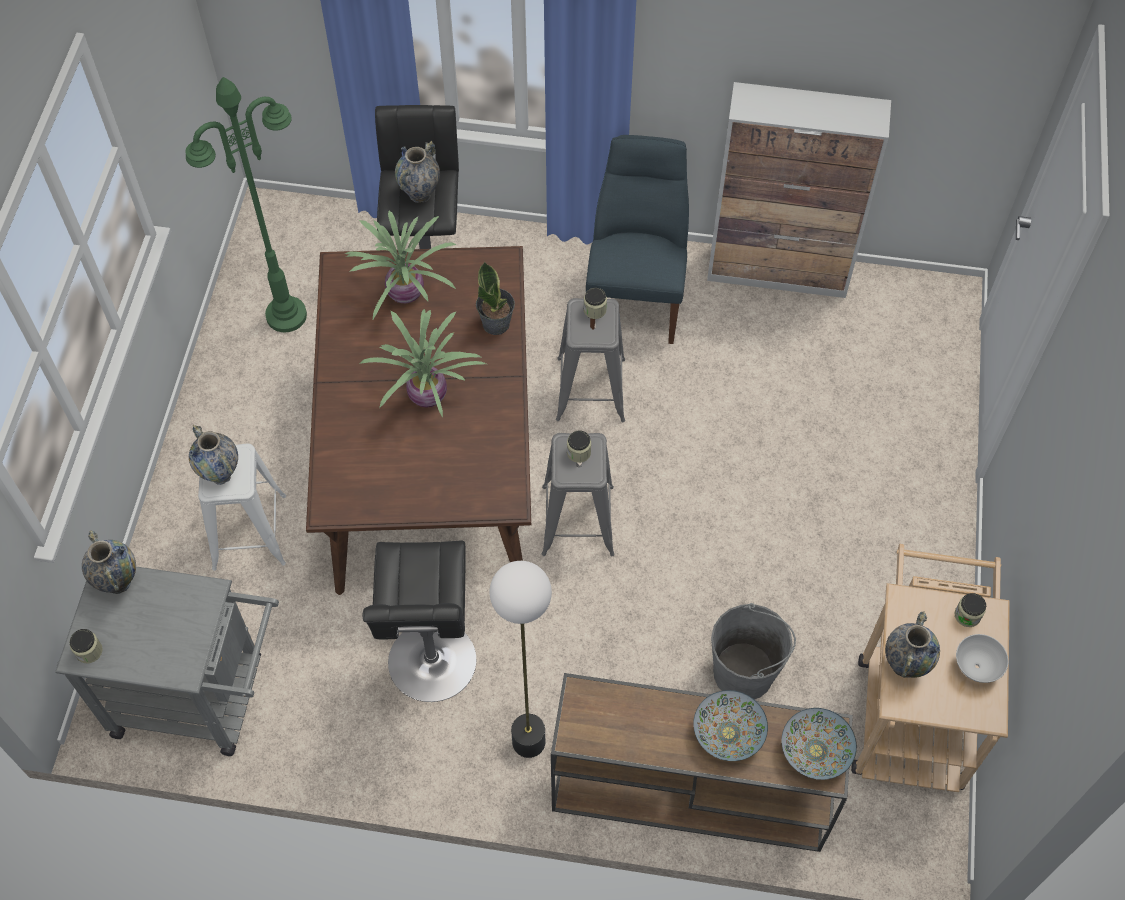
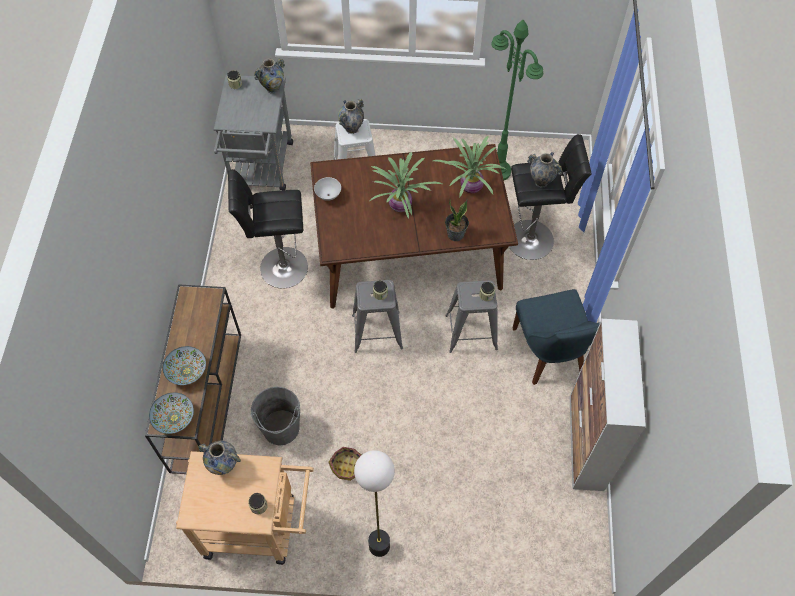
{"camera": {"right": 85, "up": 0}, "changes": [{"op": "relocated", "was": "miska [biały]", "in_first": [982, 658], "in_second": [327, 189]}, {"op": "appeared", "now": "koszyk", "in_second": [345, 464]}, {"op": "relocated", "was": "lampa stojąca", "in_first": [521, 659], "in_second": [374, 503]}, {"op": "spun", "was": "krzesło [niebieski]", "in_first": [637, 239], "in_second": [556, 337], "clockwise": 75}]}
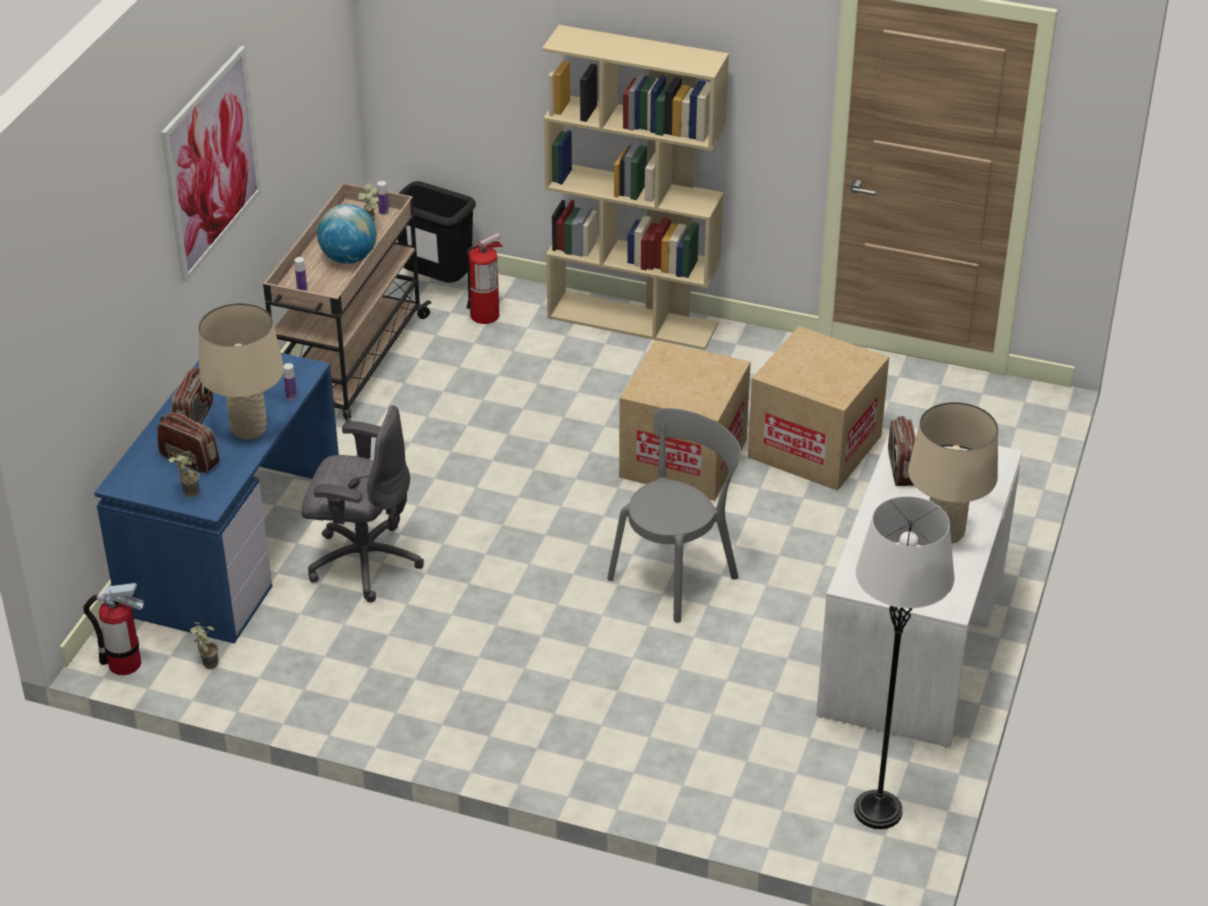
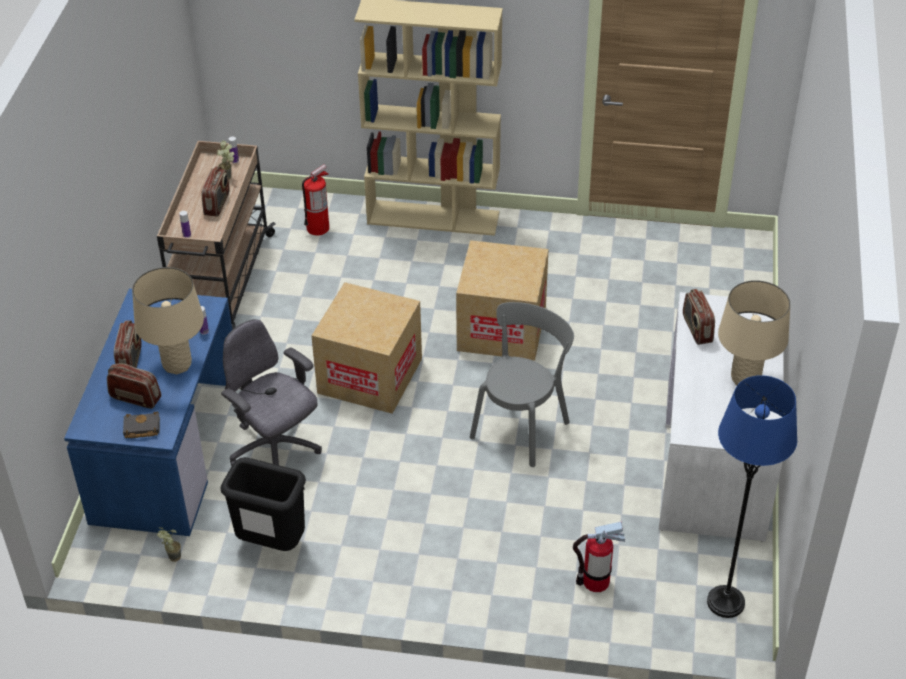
{"camera": {"right": -10, "up": 5}, "changes": [{"op": "exchanged", "was": "roślina doniczkowa", "now": "książka [czarny]", "in_first": [183, 474], "in_second": [141, 424]}, {"op": "exchanged", "was": "globus", "now": "radio", "in_first": [347, 234], "in_second": [216, 191]}, {"op": "relocated", "was": "kosz na śmieci [czarny]", "in_first": [437, 232], "in_second": [263, 504]}, {"op": "spun", "was": "krzesło biurowe [szary]", "in_first": [362, 503], "in_second": [271, 392], "clockwise": -135}, {"op": "relocated", "was": "karton", "in_first": [818, 408], "in_second": [366, 348]}, {"op": "relocated", "was": "gaśnica", "in_first": [113, 629], "in_second": [599, 557]}, {"op": "colour", "was": "lampa stojąca [biały]", "now": "lampa stojąca [niebieski]", "in_first": [904, 662], "in_second": [752, 496]}, {"op": "missing", "was": "obraz", "in_first": [211, 164]}]}
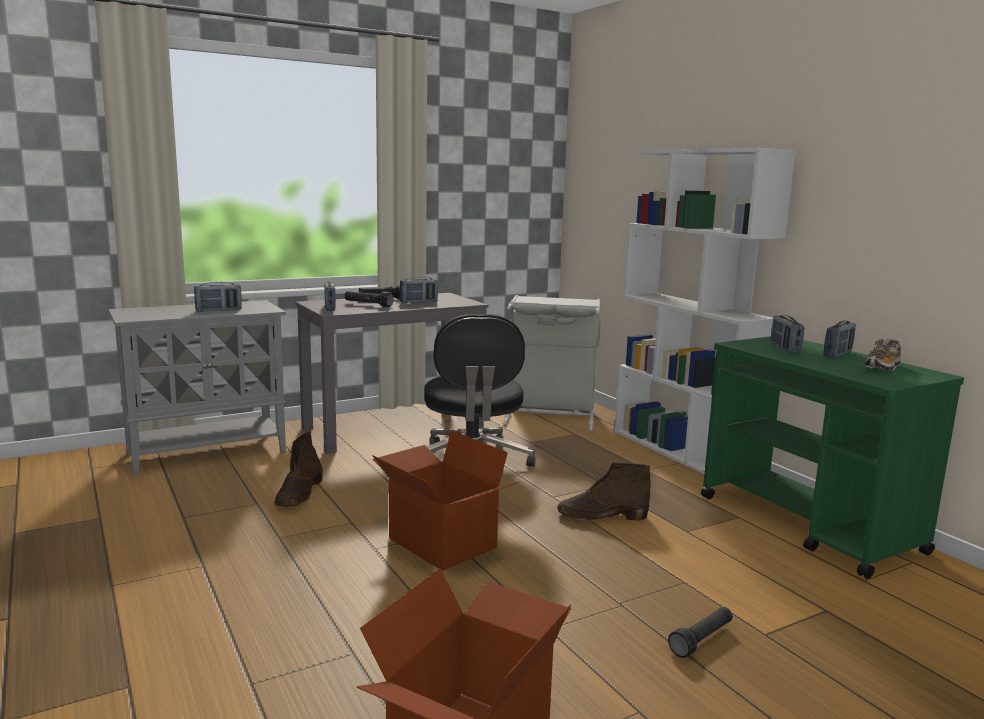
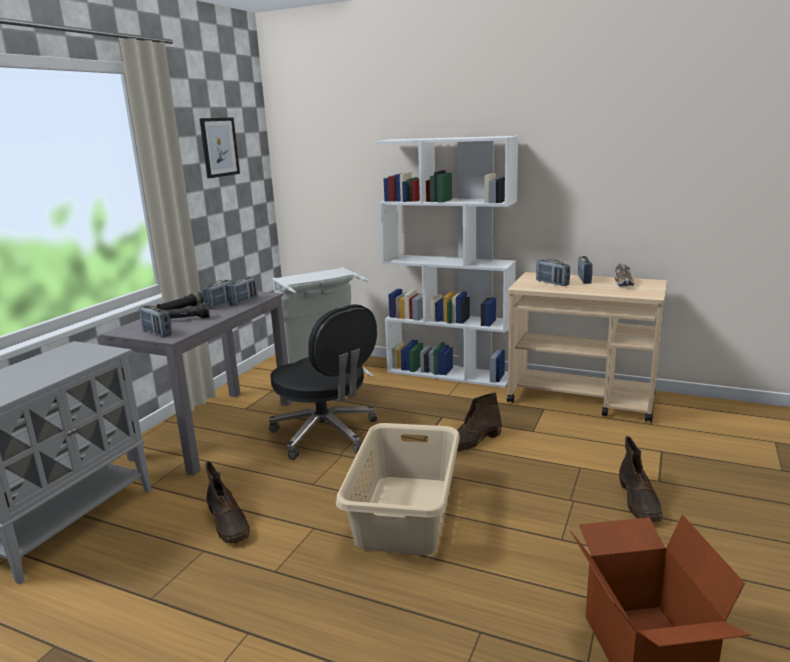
{"camera": {"right": -35, "up": 5}, "changes": [{"op": "appeared", "now": "obraz", "in_second": [219, 148]}, {"op": "relocated", "was": "radio", "in_first": [218, 297], "in_second": [242, 291]}, {"op": "exchanged", "was": "karton", "now": "kosz na pranie [beżowy]", "in_first": [445, 500], "in_second": [398, 489]}, {"op": "colour", "was": "wózek [zielony]", "now": "wózek [beżowy]", "in_first": [832, 457], "in_second": [587, 347]}, {"op": "exchanged", "was": "latarka [czarny]", "now": "but z cholewką [brązowy]", "in_first": [700, 632], "in_second": [641, 479]}]}
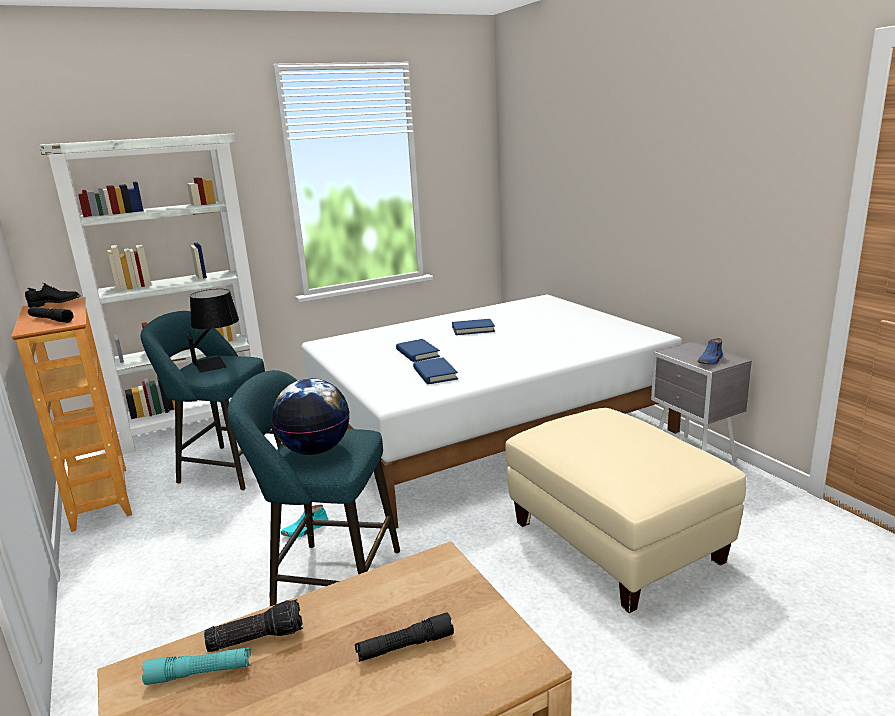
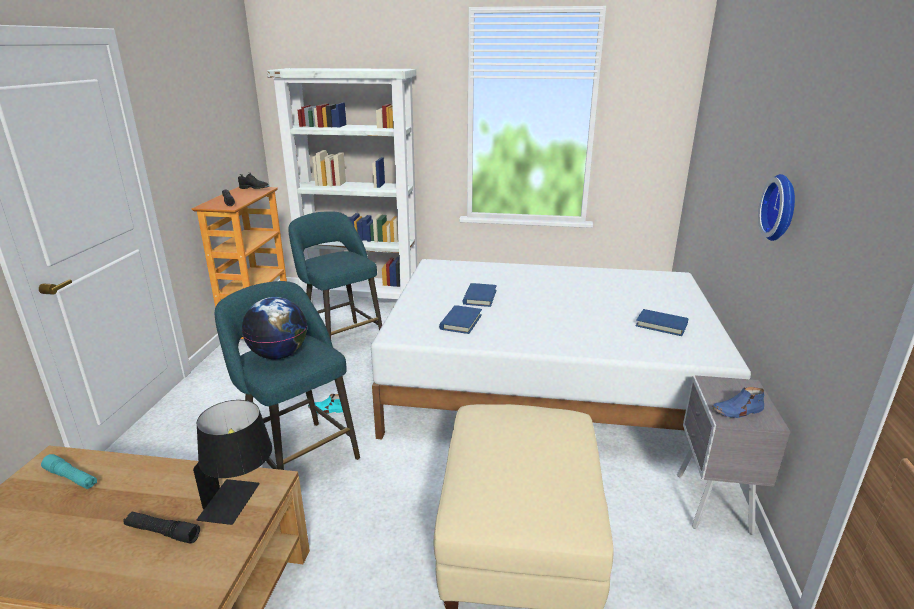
{"camera": {"right": 35, "up": 5}, "changes": [{"op": "relocated", "was": "lampa stołowa [czarny]", "in_first": [213, 331], "in_second": [232, 462]}, {"op": "relocated", "was": "książka [niebieski]", "in_first": [473, 327], "in_second": [662, 322]}, {"op": "appeared", "now": "zegar ścienny", "in_second": [776, 207]}, {"op": "missing", "was": "latarka", "in_first": [253, 625]}]}
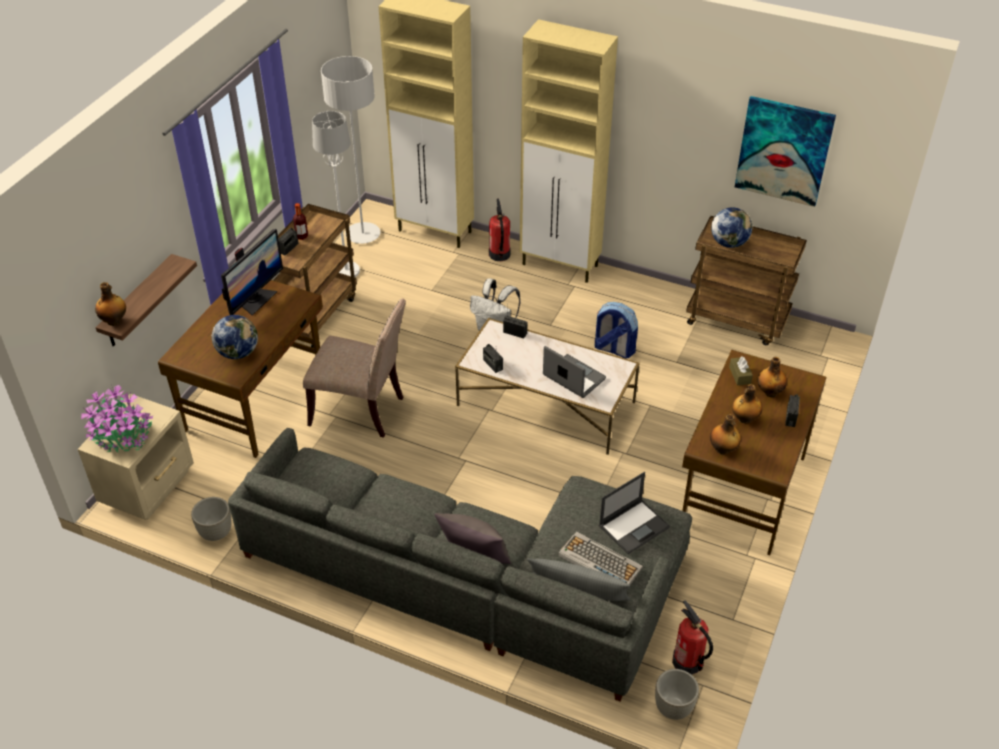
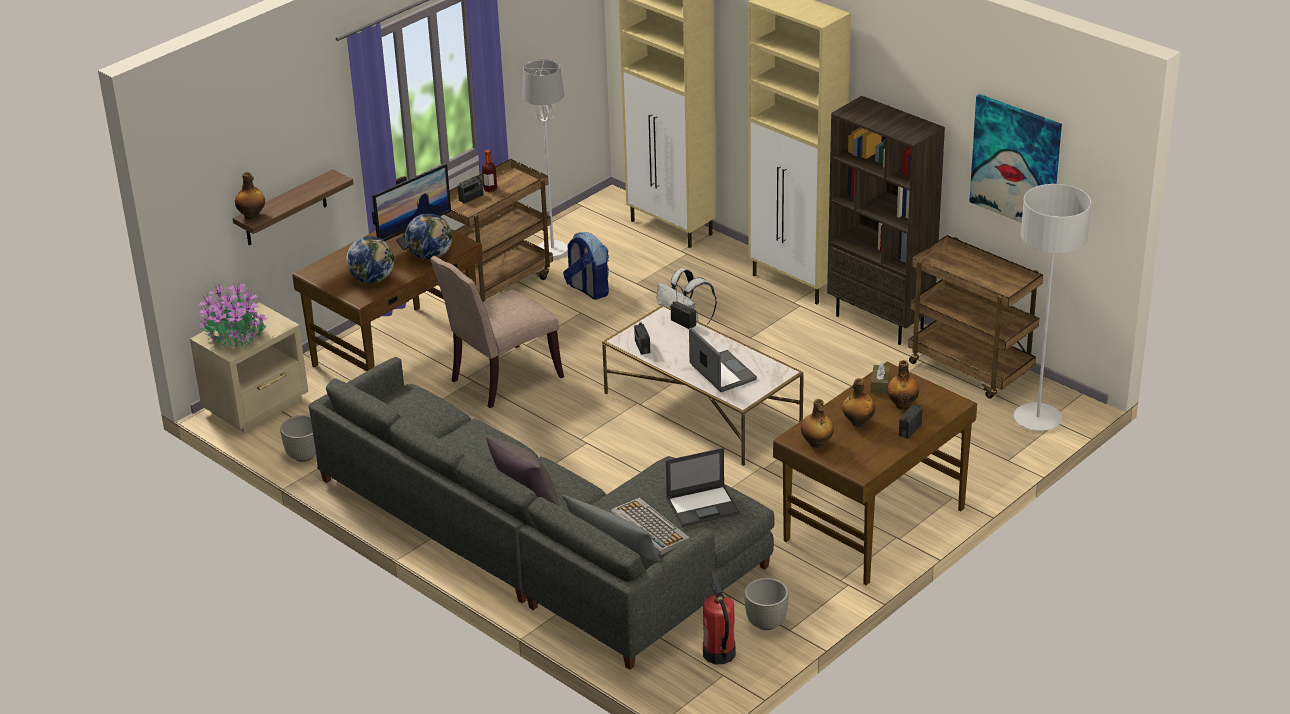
{"camera": {"right": 20, "up": -10}, "changes": [{"op": "relocated", "was": "globus", "in_first": [731, 227], "in_second": [428, 236]}, {"op": "spun", "was": "krzesło [beżowy]", "in_first": [354, 368], "in_second": [497, 332], "clockwise": 105}, {"op": "relocated", "was": "plecak", "in_first": [616, 330], "in_second": [586, 265]}, {"op": "relocated", "was": "donica [szary]", "in_first": [677, 694], "in_second": [766, 604]}, {"op": "appeared", "now": "regał [brązowy]", "in_second": [886, 220]}, {"op": "relocated", "was": "lampa stojąca [szary]", "in_first": [350, 150], "in_second": [1052, 307]}, {"op": "missing", "was": "gaśnica", "in_first": [500, 229]}]}
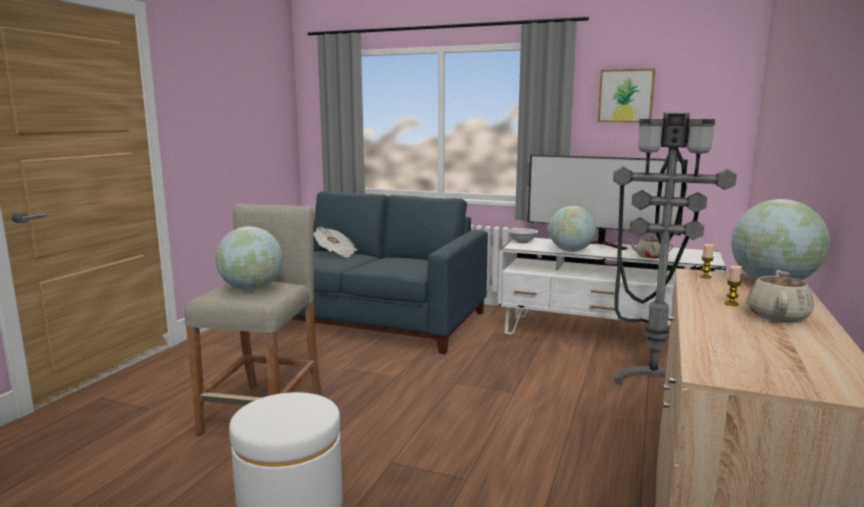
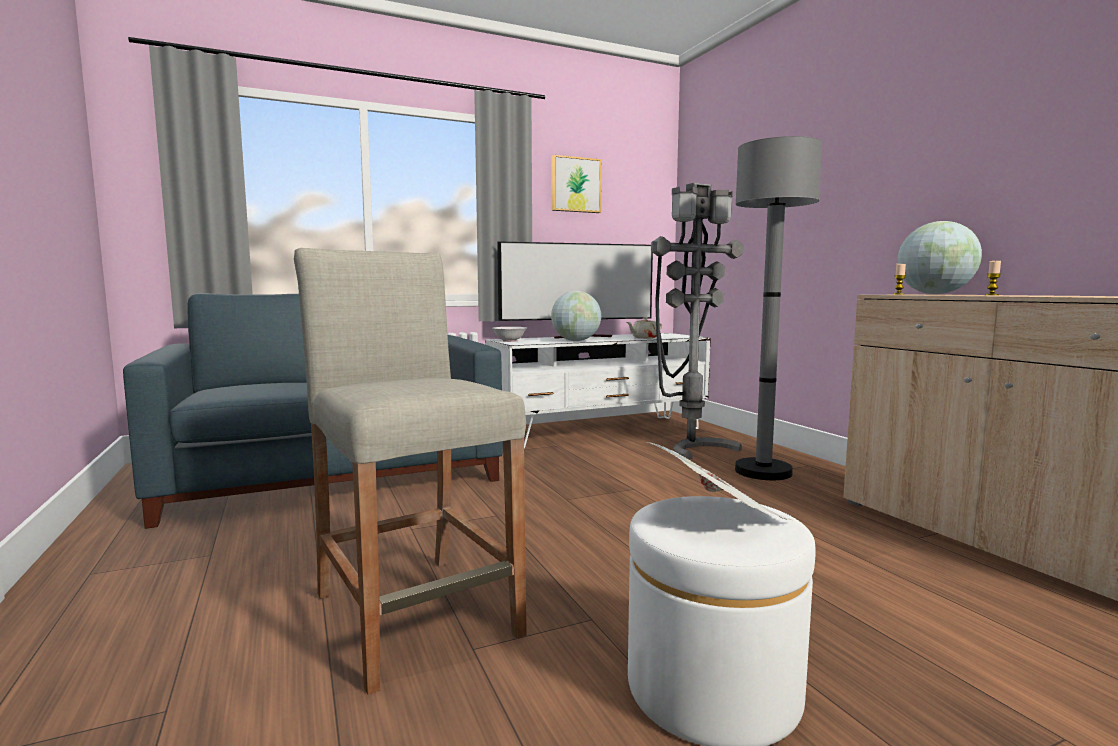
{"camera": {"right": -45, "up": -5}, "changes": [{"op": "relocated", "was": "gazeta", "in_first": [335, 242], "in_second": [720, 481]}, {"op": "appeared", "now": "lampa stojąca [szary]", "in_second": [778, 308]}, {"op": "missing", "was": "globus", "in_first": [248, 258]}, {"op": "missing", "was": "imbryk [beżowy]", "in_first": [780, 296]}]}
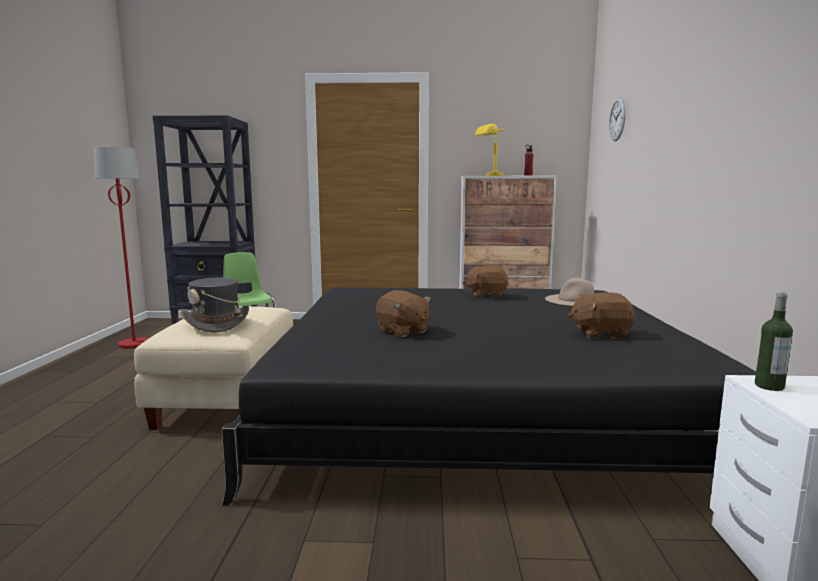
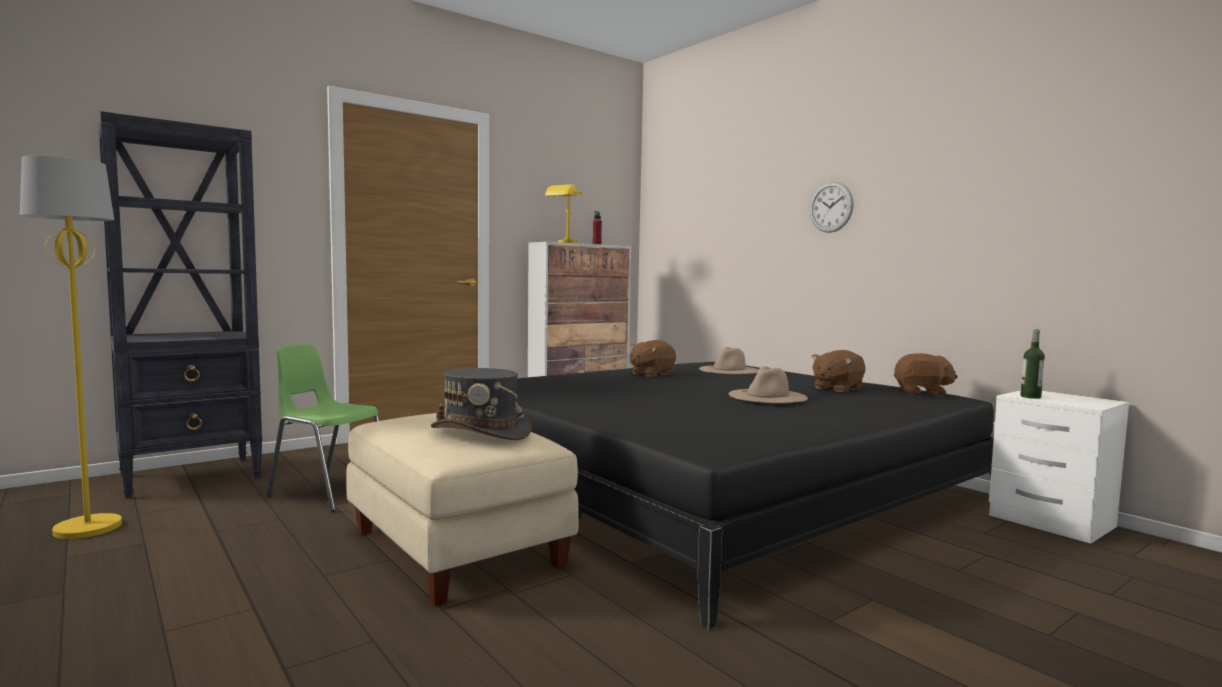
{"camera": {"right": -40, "up": -5}, "changes": [{"op": "colour", "was": "lampa stojąca [czerwony]", "now": "lampa stojąca [żółty]", "in_first": [121, 248], "in_second": [71, 347]}, {"op": "appeared", "now": "kapelusz [beżowy]", "in_second": [768, 384]}, {"op": "relocated", "was": "zegar ścienny", "in_first": [617, 119], "in_second": [832, 207]}, {"op": "relocated", "was": "pluszak [brązowy]", "in_first": [403, 313], "in_second": [926, 374]}]}
